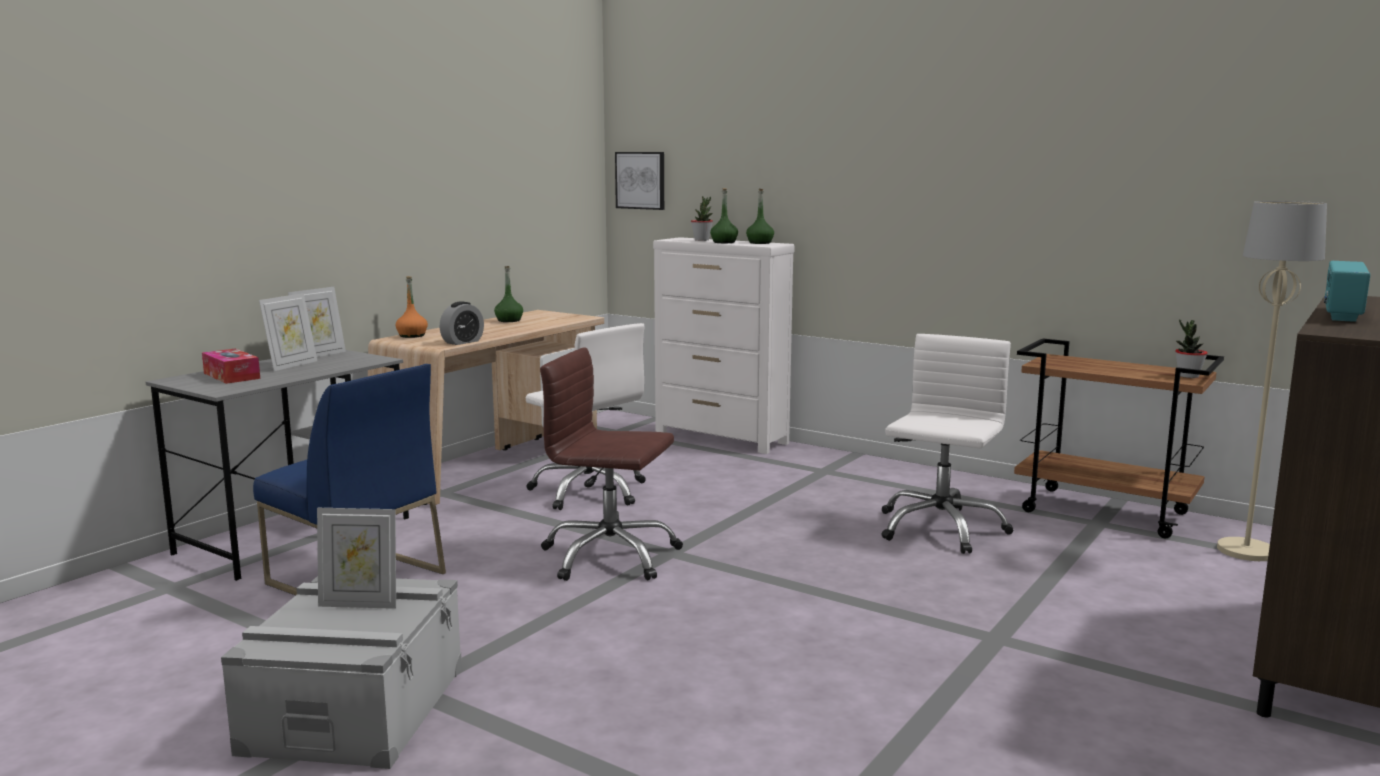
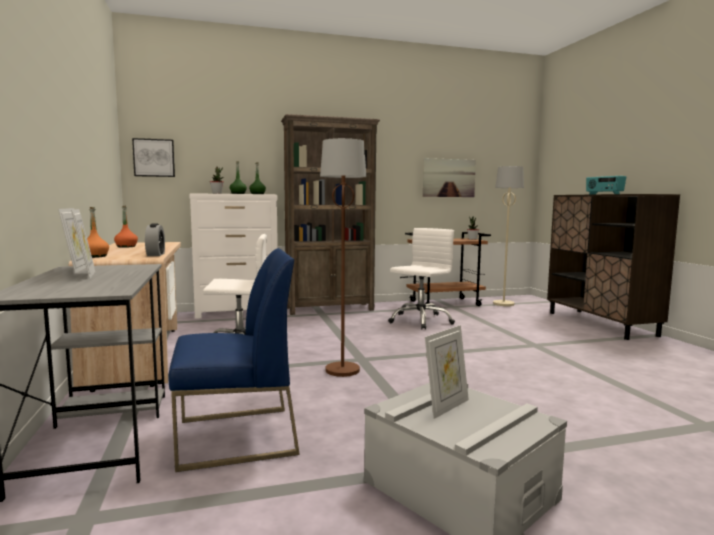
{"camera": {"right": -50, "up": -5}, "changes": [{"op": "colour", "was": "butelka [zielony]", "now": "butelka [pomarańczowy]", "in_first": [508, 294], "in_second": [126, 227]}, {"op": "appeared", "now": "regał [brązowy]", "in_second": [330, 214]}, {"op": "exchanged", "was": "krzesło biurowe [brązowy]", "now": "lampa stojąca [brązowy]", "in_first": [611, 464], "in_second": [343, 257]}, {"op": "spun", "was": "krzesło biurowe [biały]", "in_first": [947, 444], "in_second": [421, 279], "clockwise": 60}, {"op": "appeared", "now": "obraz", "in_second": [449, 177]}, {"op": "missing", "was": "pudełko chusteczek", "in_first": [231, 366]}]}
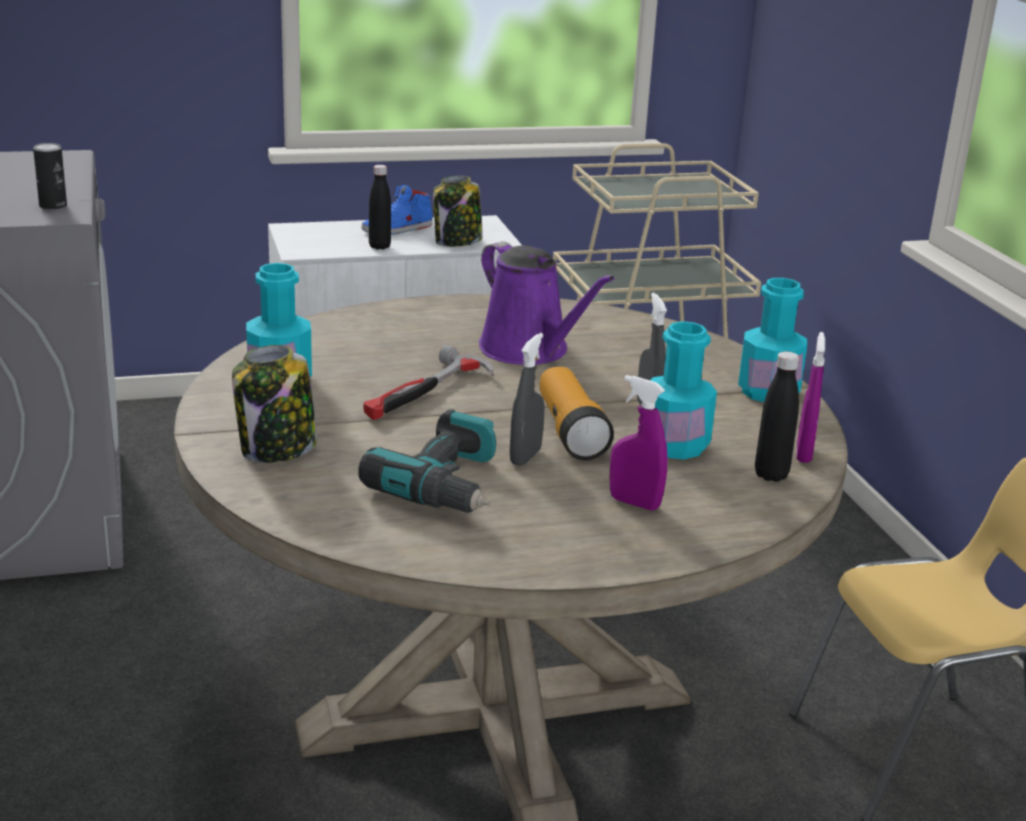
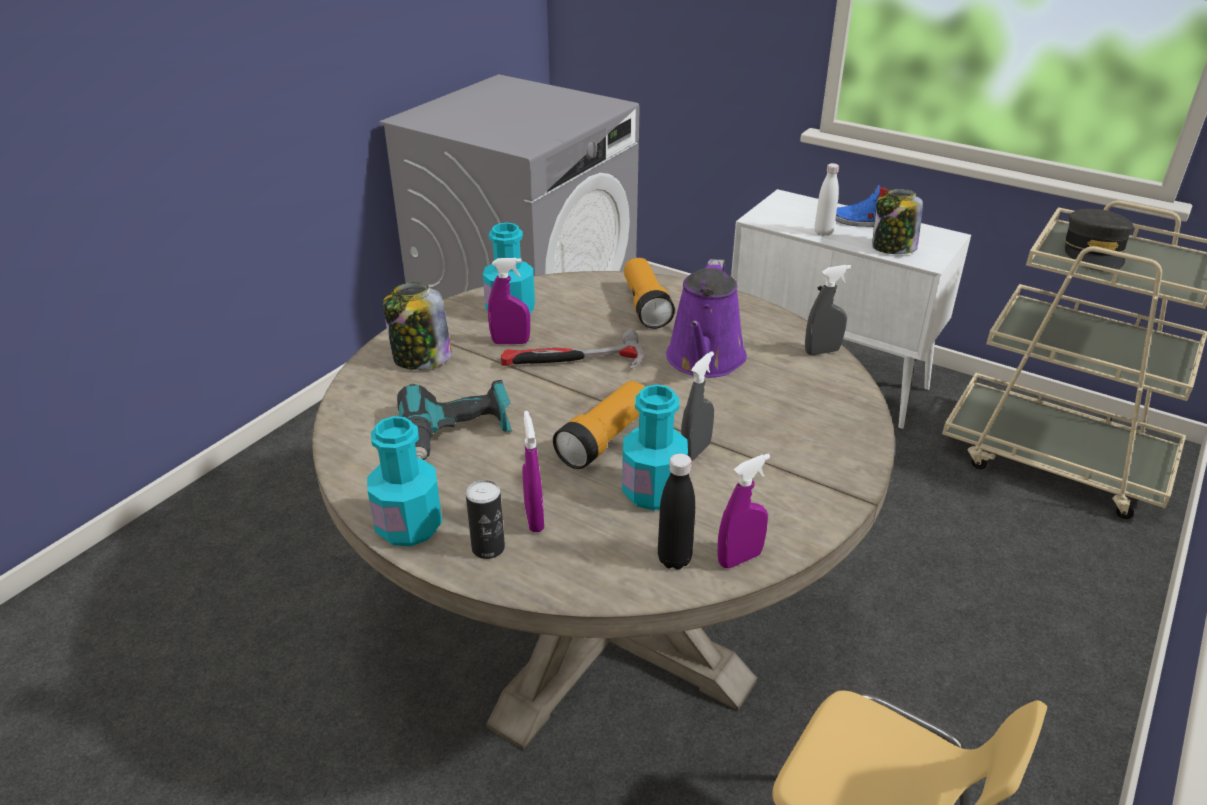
{"camera": {"right": 50, "up": 10}, "changes": [{"op": "relocated", "was": "butelka [turkusowy]", "in_first": [772, 340], "in_second": [404, 481]}, {"op": "relocated", "was": "puszka", "in_first": [50, 176], "in_second": [485, 519]}, {"op": "appeared", "now": "spryskiwacz [fioletowy]", "in_second": [509, 301]}, {"op": "appeared", "now": "latarka", "in_second": [649, 293]}, {"op": "relocated", "was": "spryskiwacz [szary]", "in_first": [527, 399], "in_second": [828, 310]}, {"op": "colour", "was": "butelka [czarny]", "now": "butelka [biały]", "in_first": [380, 207], "in_second": [827, 199]}, {"op": "appeared", "now": "czapka z daszkiem [szary]", "in_second": [1099, 240]}]}
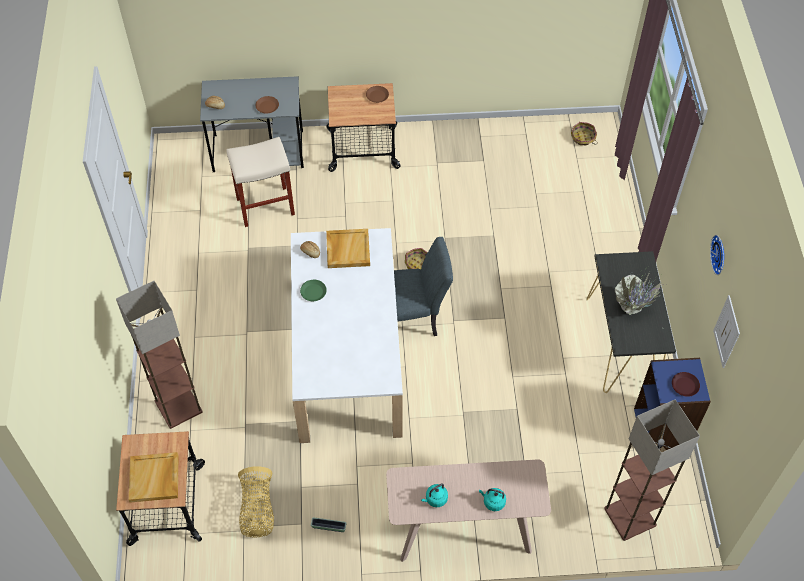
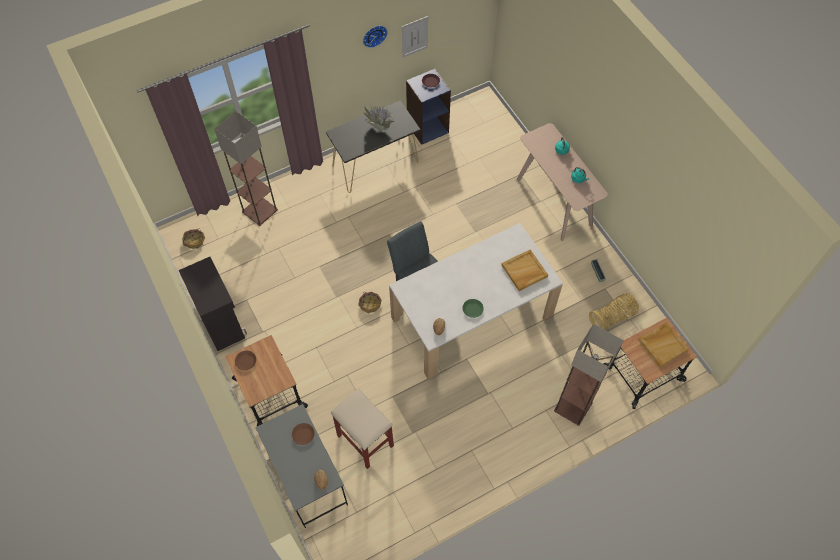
{"camera": {"right": -115, "up": 5}, "changes": [{"op": "appeared", "now": "szafka [czarny]", "in_second": [213, 304]}, {"op": "relocated", "was": "lampa stojąca", "in_first": [652, 470], "in_second": [246, 168]}, {"op": "relocated", "was": "taca [beżowy]", "in_first": [348, 248], "in_second": [524, 270]}]}
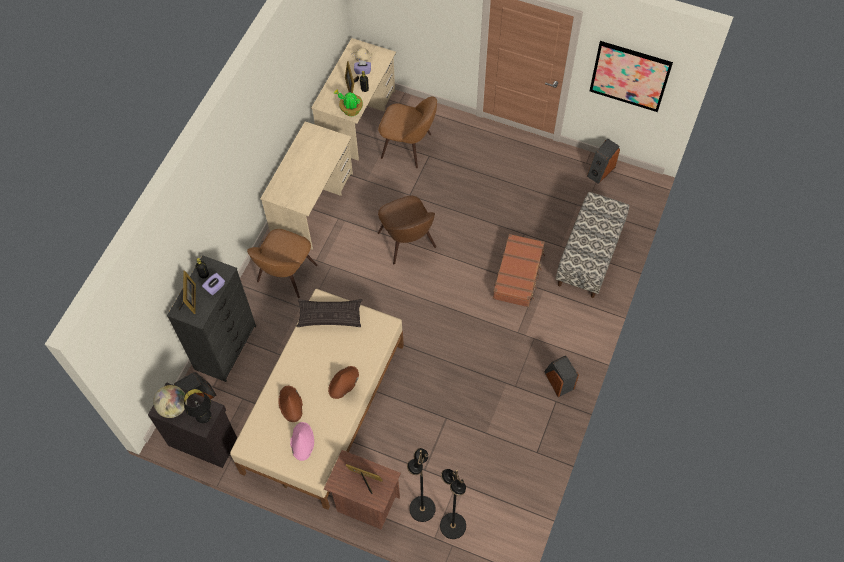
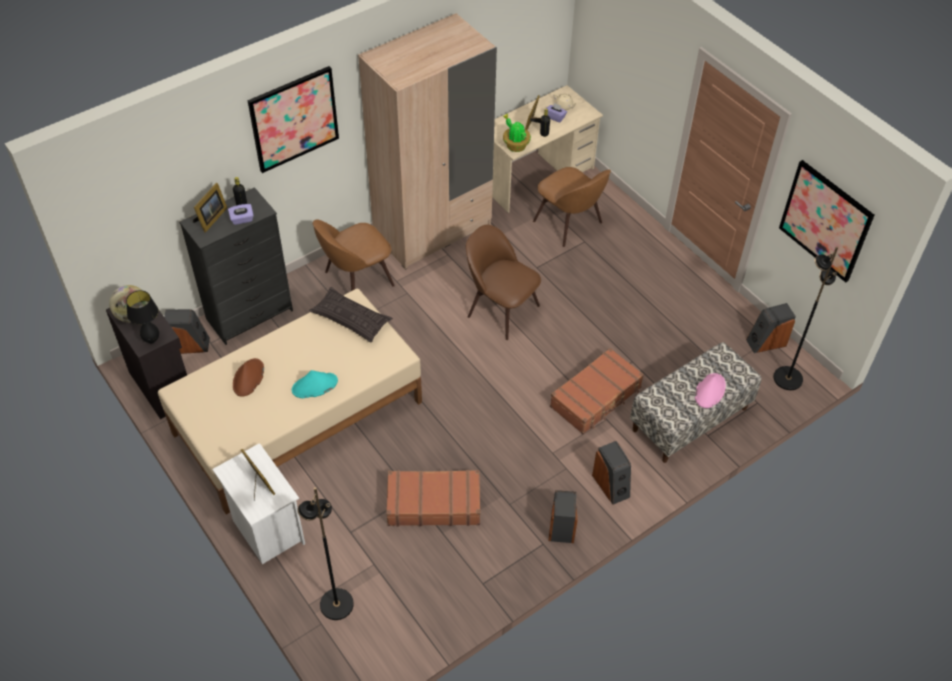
{"camera": {"right": 30, "up": -10}, "changes": [{"op": "colour", "was": "szafka nocna [brązowy]", "now": "szafka nocna [biały]", "in_first": [362, 489], "in_second": [258, 503]}, {"op": "appeared", "now": "obraz", "in_second": [293, 119]}, {"op": "colour", "was": "kapelusz [brązowy]", "now": "kapelusz [turkusowy]", "in_first": [343, 382], "in_second": [315, 384]}, {"op": "exchanged", "was": "biurko [beżowy]", "now": "szafa [beżowy]", "in_first": [306, 186], "in_second": [427, 141]}, {"op": "appeared", "now": "walizka [brązowy]", "in_second": [433, 498]}, {"op": "spun", "was": "krzesło [brązowy]", "in_first": [406, 230], "in_second": [503, 282], "clockwise": 120}, {"op": "appeared", "now": "głośnik", "in_second": [611, 473]}, {"op": "relocated", "was": "kapelusz [różowy]", "in_first": [302, 441], "in_second": [710, 390]}, {"op": "relocated", "was": "lampa stojąca [czarny]", "in_first": [421, 485], "in_second": [806, 318]}]}
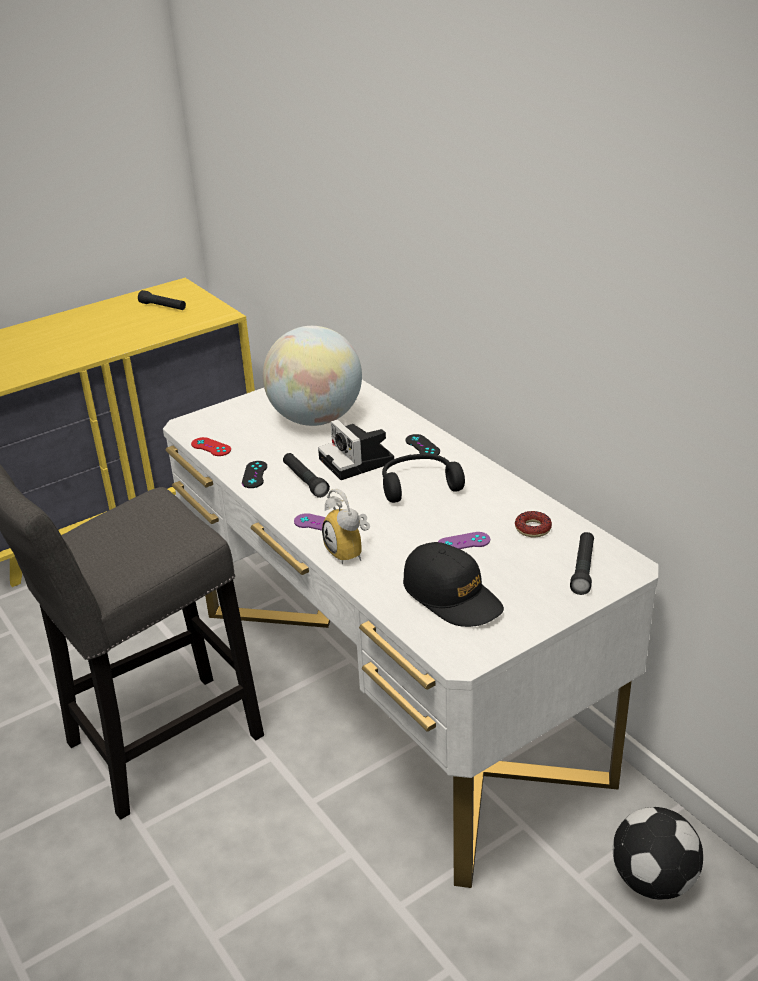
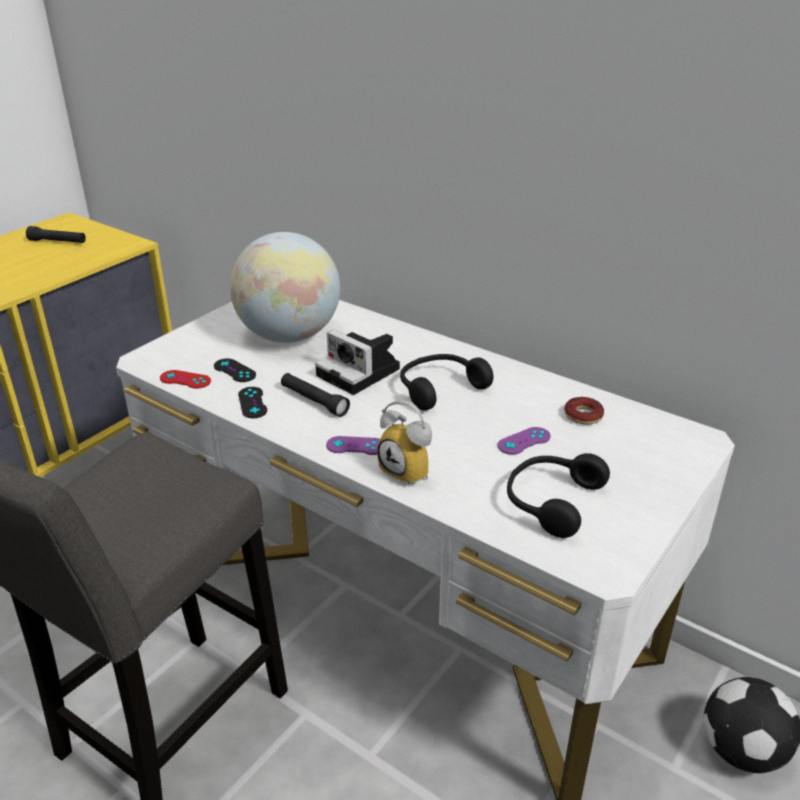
{"camera": {"right": -20, "up": 0}, "changes": [{"op": "relocated", "was": "pad do gier [czarny]", "in_first": [422, 444], "in_second": [235, 370]}, {"op": "exchanged", "was": "czapka z daszkiem [czarny]", "now": "słuchawki [czarny]", "in_first": [453, 584], "in_second": [558, 495]}, {"op": "missing", "was": "latarka [czarny]", "in_first": [582, 563]}]}
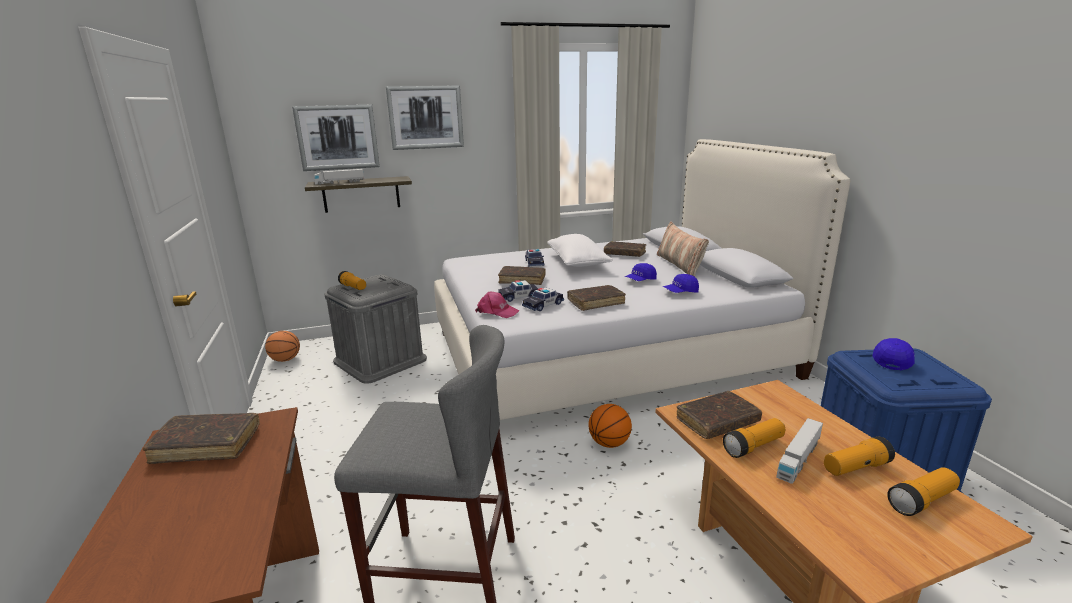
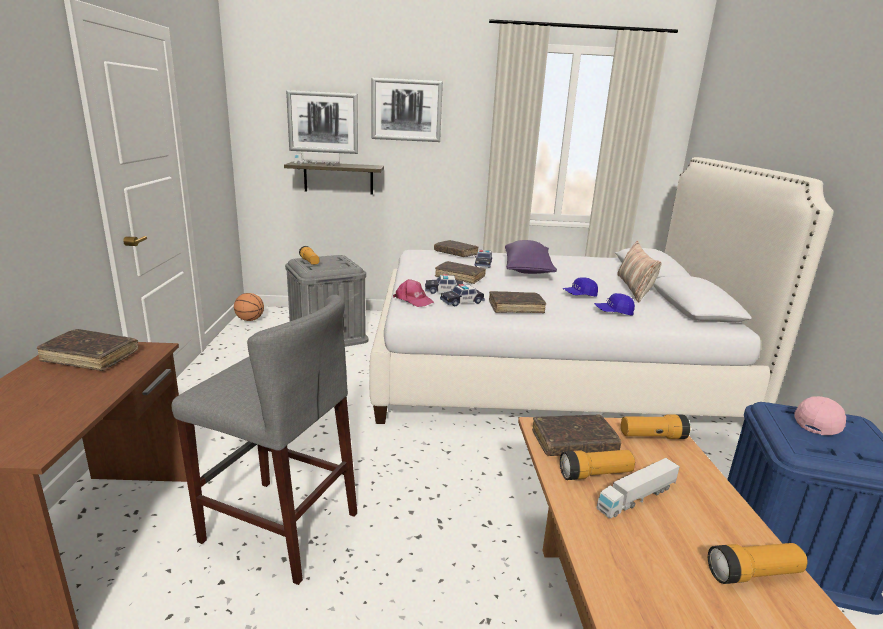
{"camera": {"right": 15, "up": 0}, "changes": [{"op": "relocated", "was": "książka [brązowy]", "in_first": [625, 249], "in_second": [456, 248]}, {"op": "colour", "was": "poduszka [biały]", "now": "poduszka [fioletowy]", "in_first": [580, 250], "in_second": [531, 257]}, {"op": "relocated", "was": "latarka", "in_first": [859, 456], "in_second": [655, 426]}, {"op": "colour", "was": "czapka z daszkiem [niebieski]", "now": "czapka z daszkiem [różowy]", "in_first": [893, 354], "in_second": [820, 415]}, {"op": "missing", "was": "piłka do koszykówki", "in_first": [610, 426]}]}
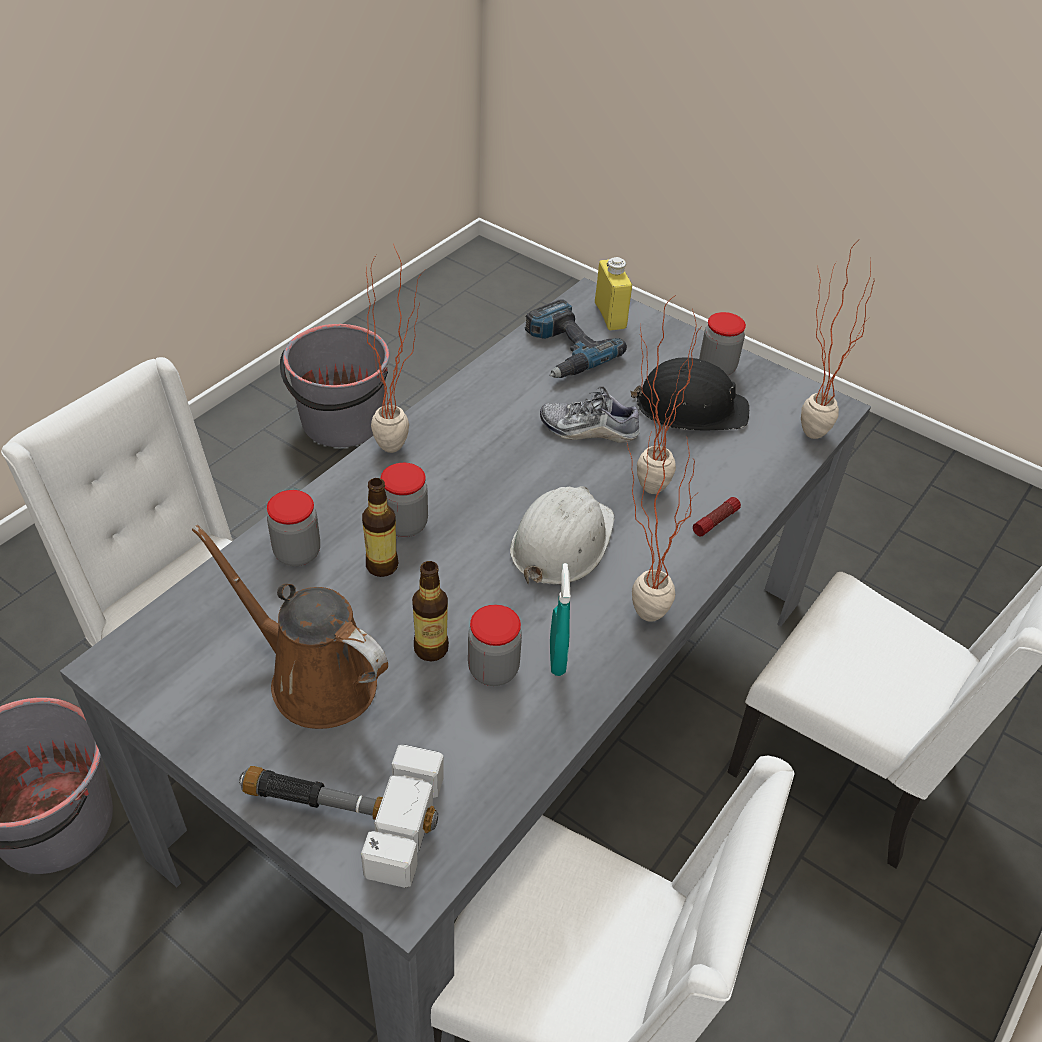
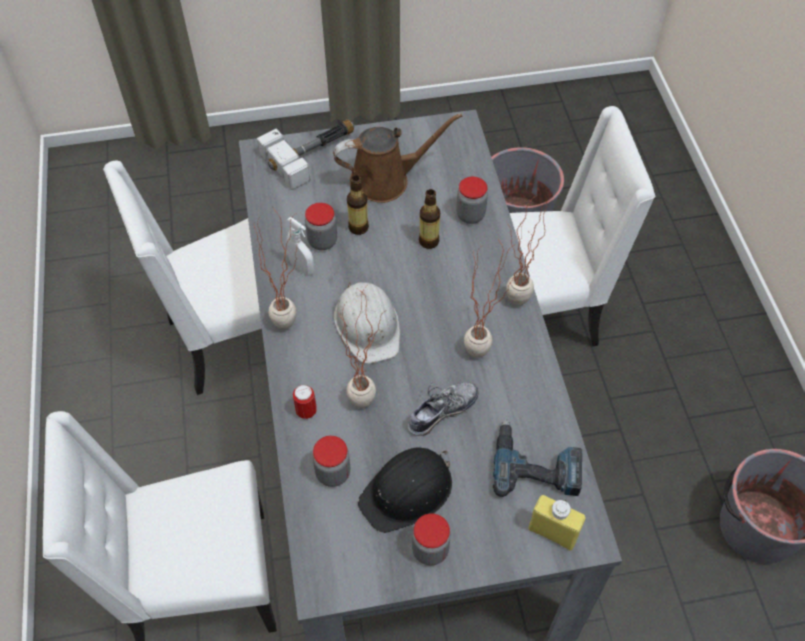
{"camera": {"right": 135, "up": 10}, "changes": [{"op": "colour", "was": "spryskiwacz [turkusowy]", "now": "spryskiwacz [biały]", "in_first": [560, 619], "in_second": [300, 246]}, {"op": "exchanged", "was": "latarka", "now": "puszka", "in_first": [717, 517], "in_second": [305, 402]}, {"op": "relocated", "was": "słoik", "in_first": [404, 500], "in_second": [331, 461]}, {"op": "relocated", "was": "roślina doniczkowa", "in_first": [838, 339], "in_second": [490, 298]}]}
